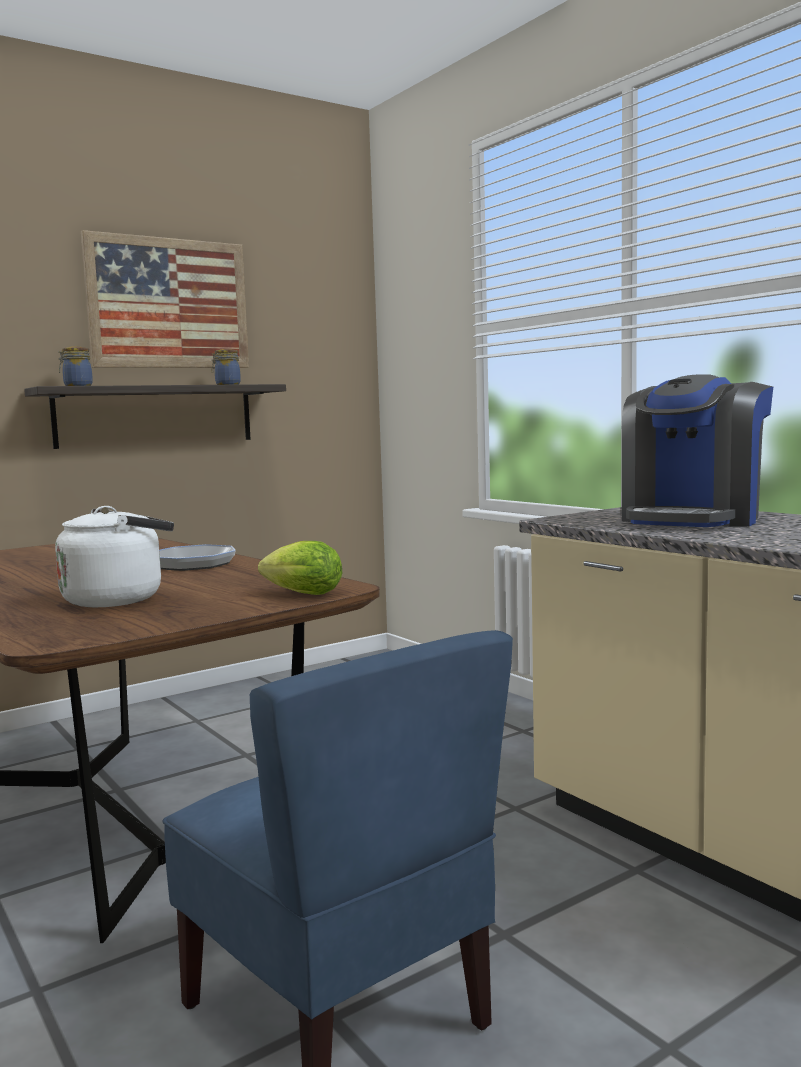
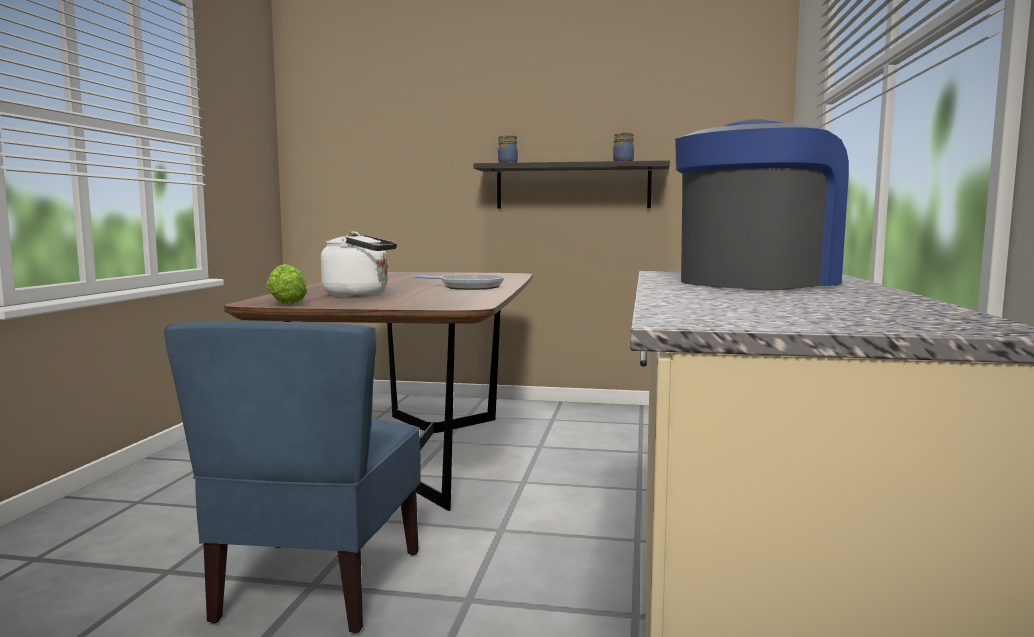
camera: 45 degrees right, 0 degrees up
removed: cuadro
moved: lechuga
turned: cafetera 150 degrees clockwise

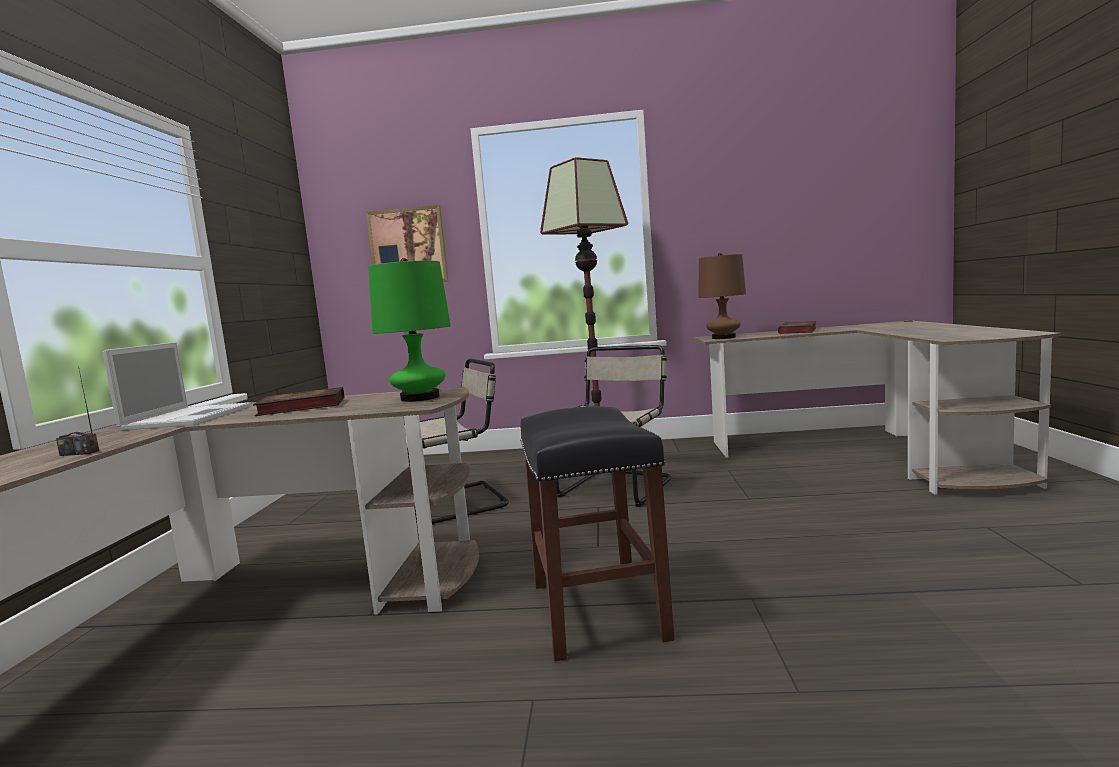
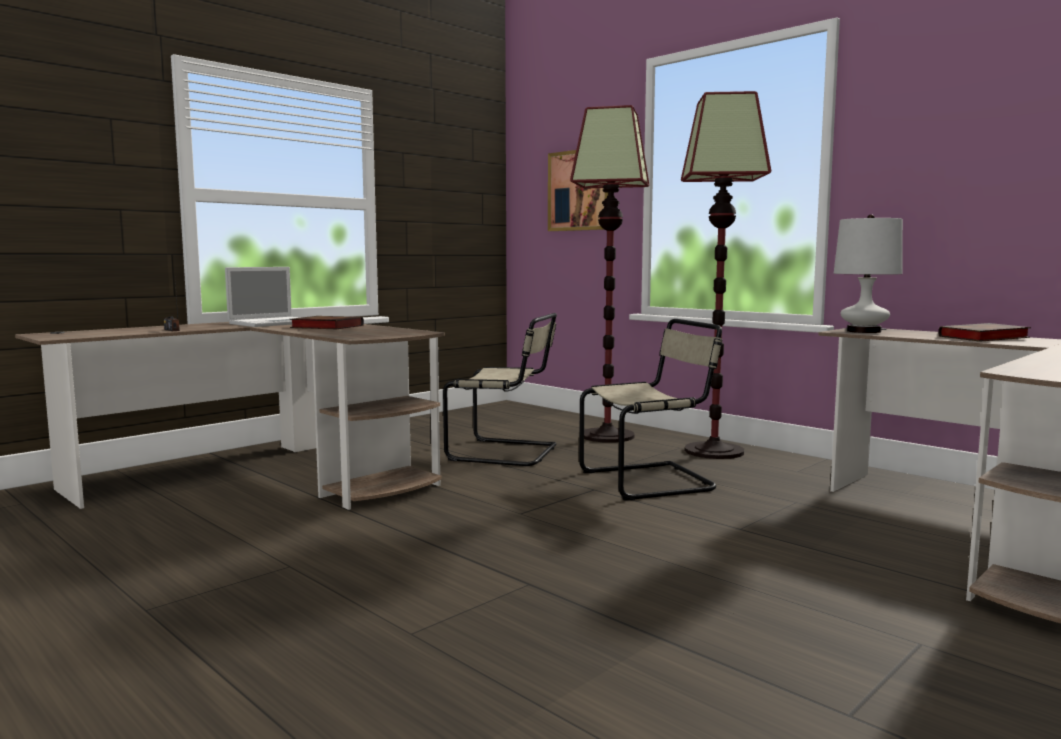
camera: 40 degrees right, 0 degrees up
removed: lámpara de mesa (verde); taburete (negro)
added: lámpara de pie (1st from left)
recoloured: lámpara de mesa (marrón) to lámpara de mesa (blanco)

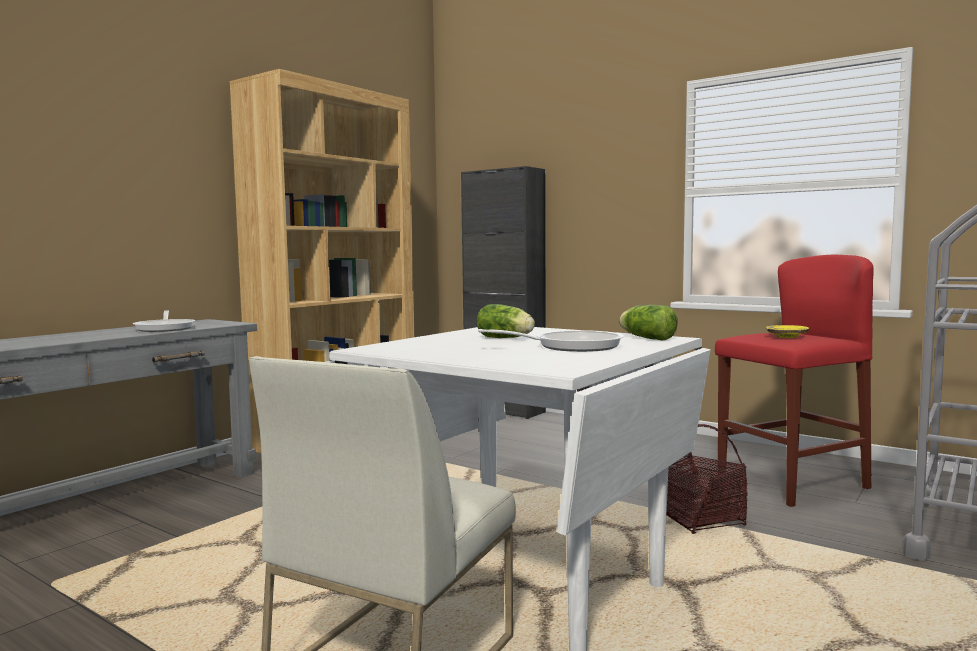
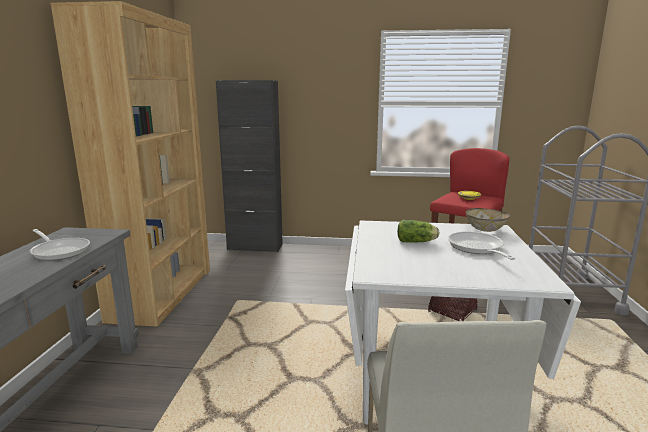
camera: 30 degrees left, 10 degrees up
replaced: lechuga (2nd from left) to cuenco
turned: sartén (2nd from left) 60 degrees counterclockwise

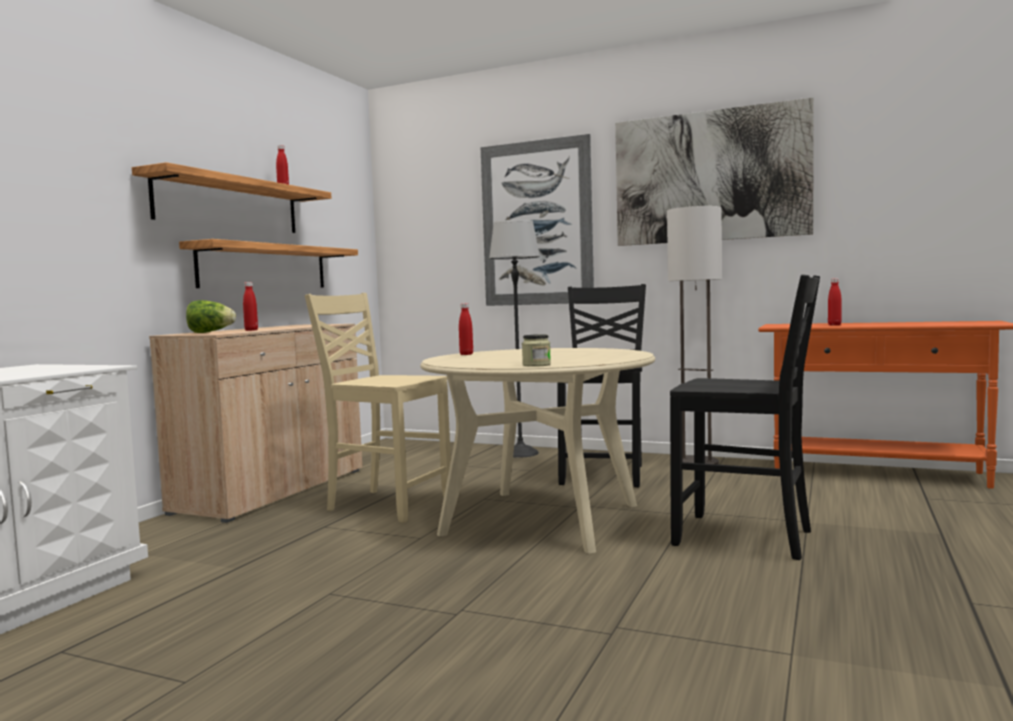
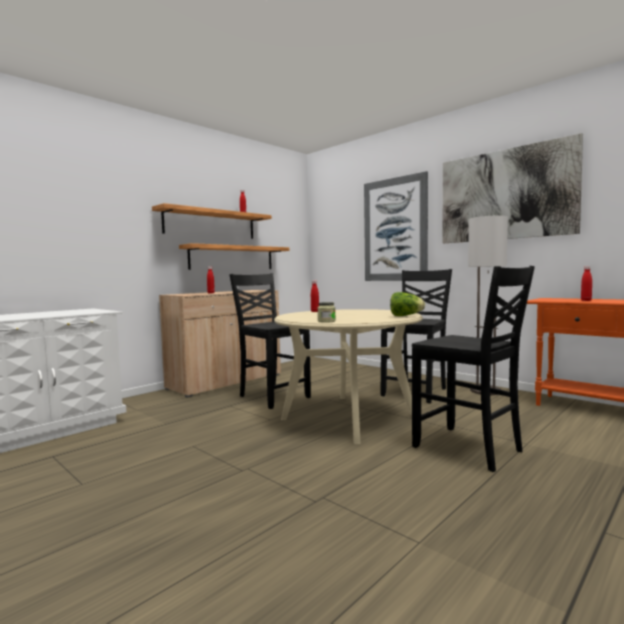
camera: 20 degrees right, 0 degrees up
removed: lámpara de pie (1st from left)
moved: lechuga
recoloured: silla (beis) to silla (negro) (1st from left)

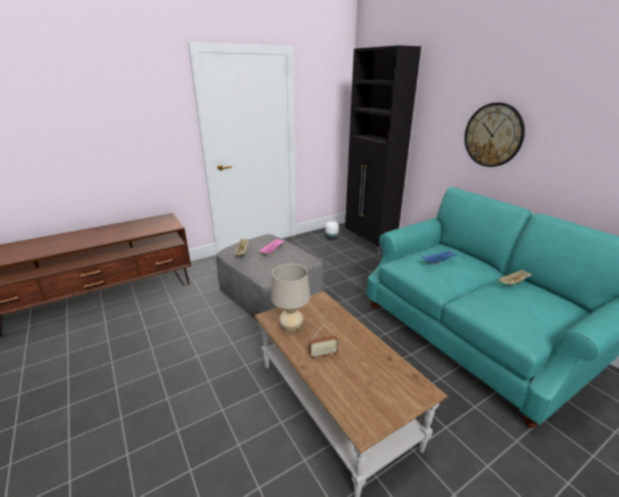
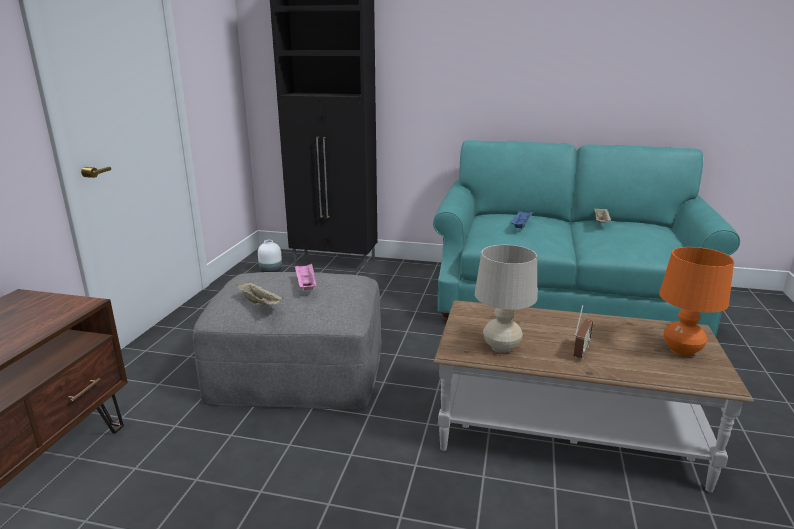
camera: 45 degrees left, 5 degrees down
removed: reloj de pared
added: lámpara de mesa (naranja)

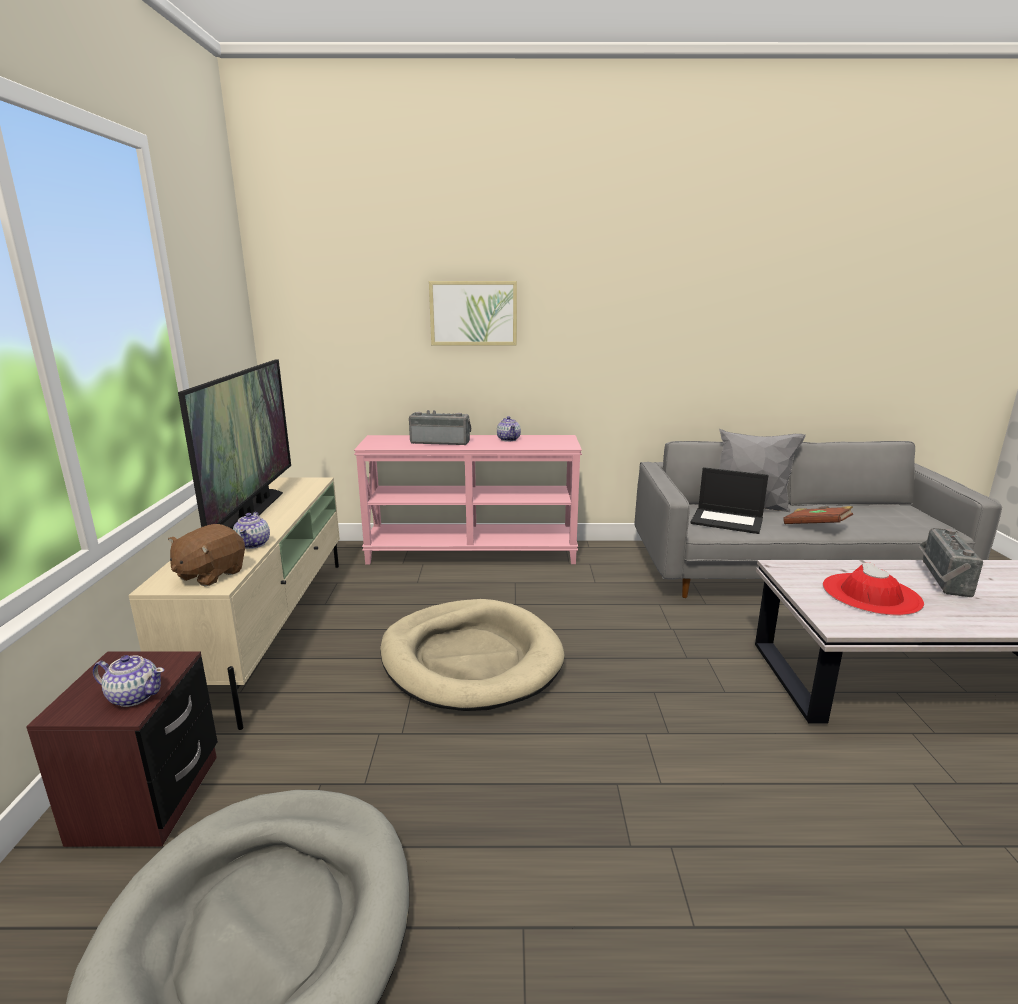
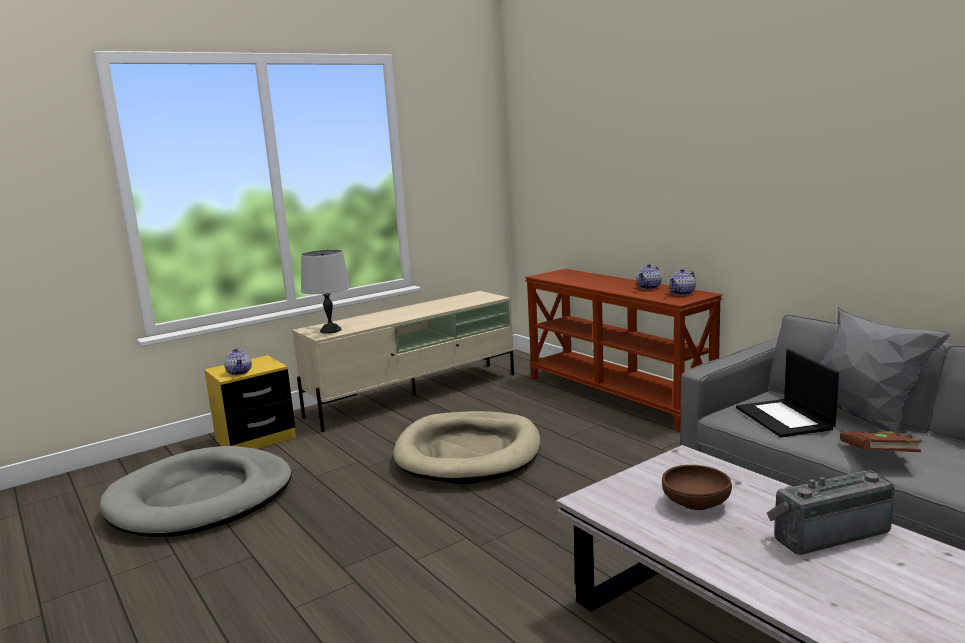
camera: 55 degrees right, 5 degrees down
removed: televisor; radio (1st from left); cuadro
moved: tetera (2nd from left in the first image) to tetera (3rd from left)
replaced: peluche (marrón) to lámpara de mesa (gris); sombrero (rojo) to cuenco (marrón)
recoloured: mesita de noche (marrón) to mesita de noche (amarillo); mesa consola (rosa) to mesa consola (marrón)

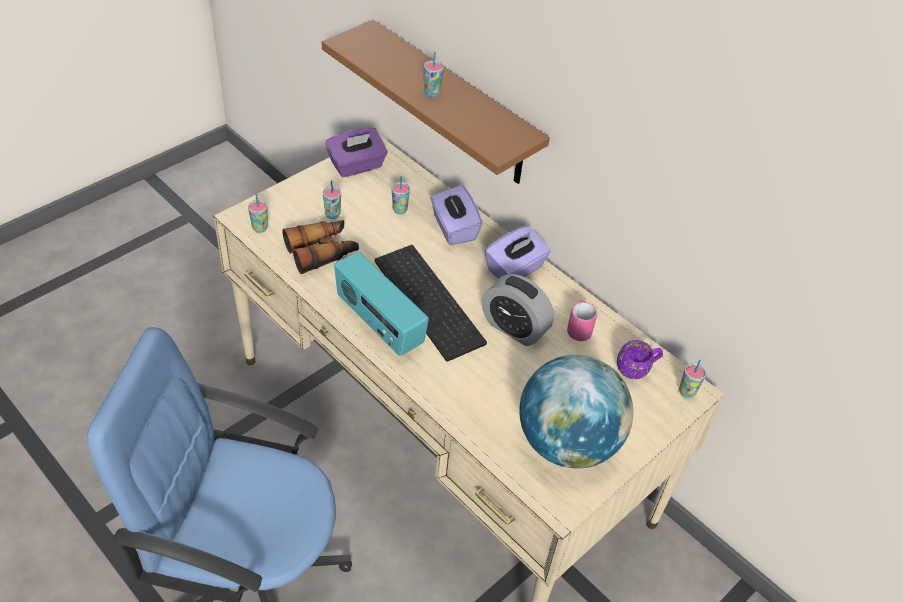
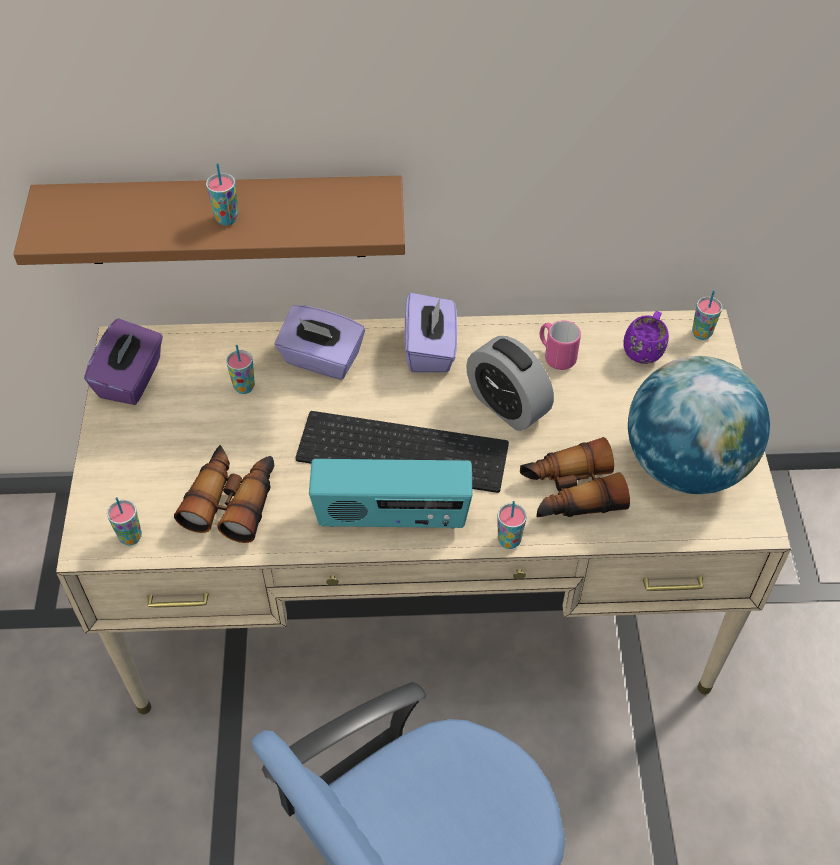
camera: 45 degrees left, 5 degrees up
added: prismáticos (2nd from left)
moved: taza (2nd from left in the first image) to taza (4th from left)
turned: despertador 60 degrees clockwise

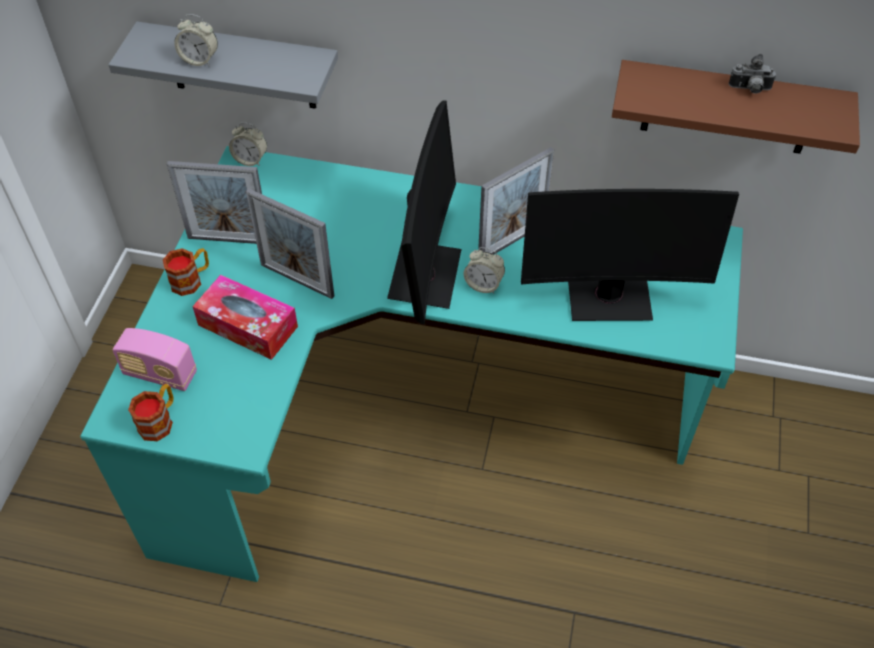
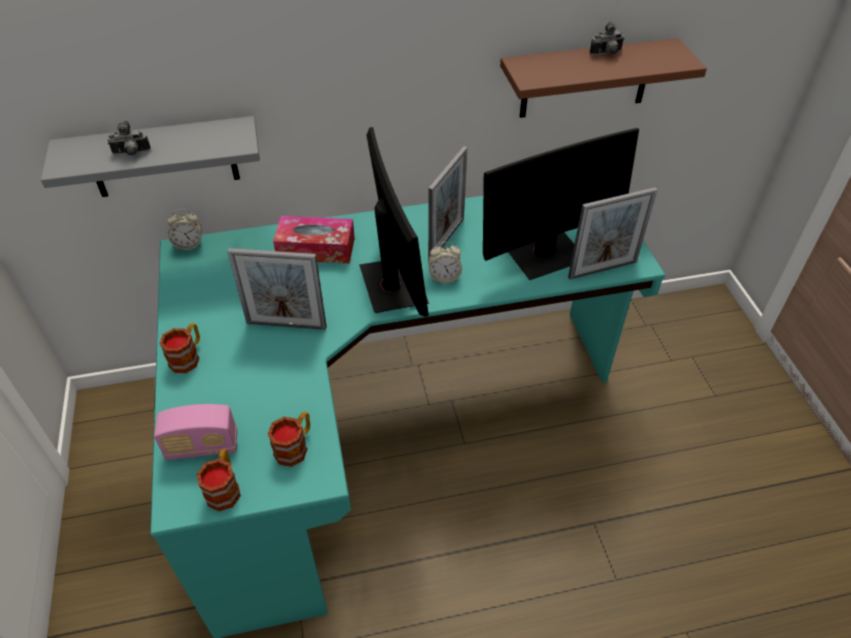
camera: 25 degrees left, 5 degrees down
added: taza grande (3rd from left)
moved: portarretratos (1st from left in the first image) to portarretratos (3rd from left); caja de pañuelos
replaced: despertador (1st from left) to cámara (1st from left)

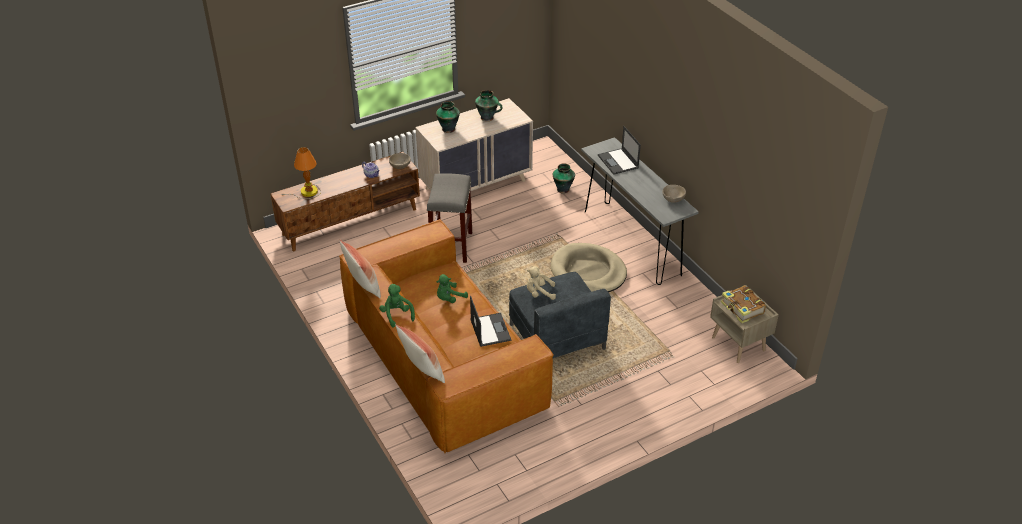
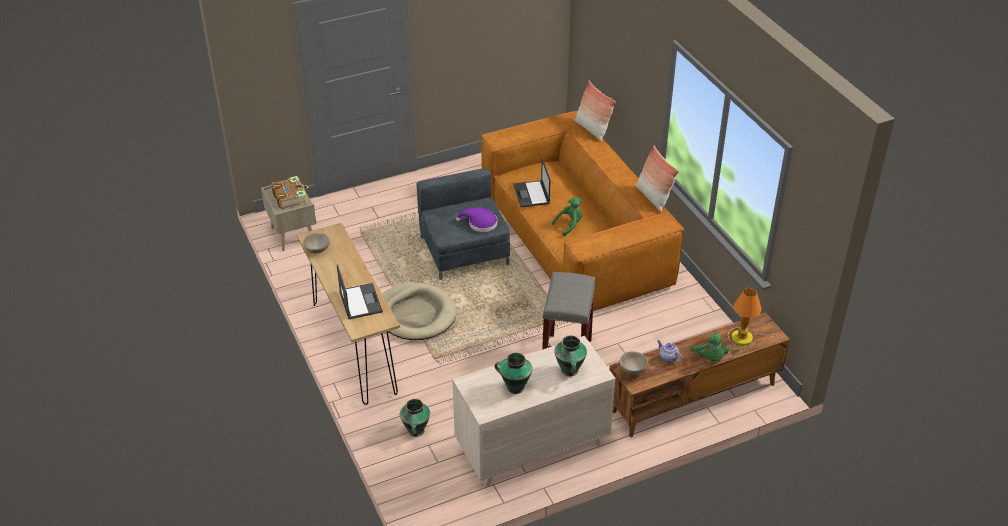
camera: 175 degrees left, 0 degrees up
moved: peluche (verde) (1st from left in the first image) to peluche (verde) (2nd from left)
replaced: peluche (beis) to sombrero (morado)
recoloured: mesa consola (gris) to mesa consola (marrón)

